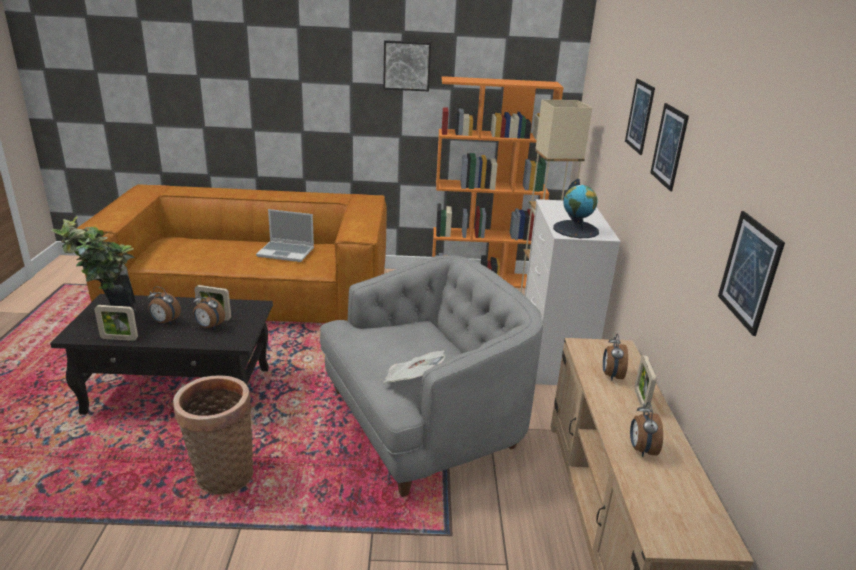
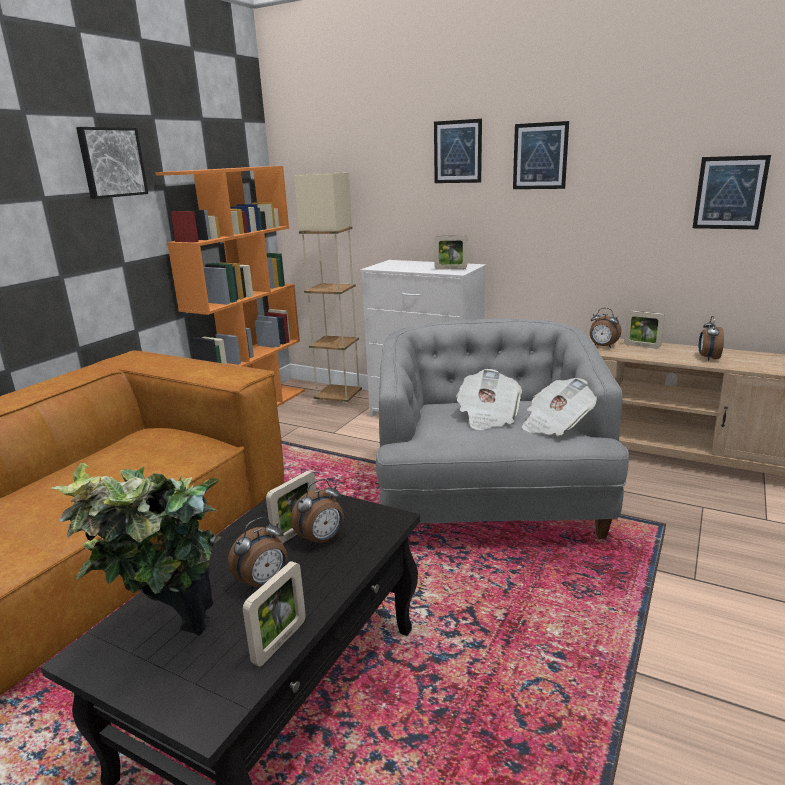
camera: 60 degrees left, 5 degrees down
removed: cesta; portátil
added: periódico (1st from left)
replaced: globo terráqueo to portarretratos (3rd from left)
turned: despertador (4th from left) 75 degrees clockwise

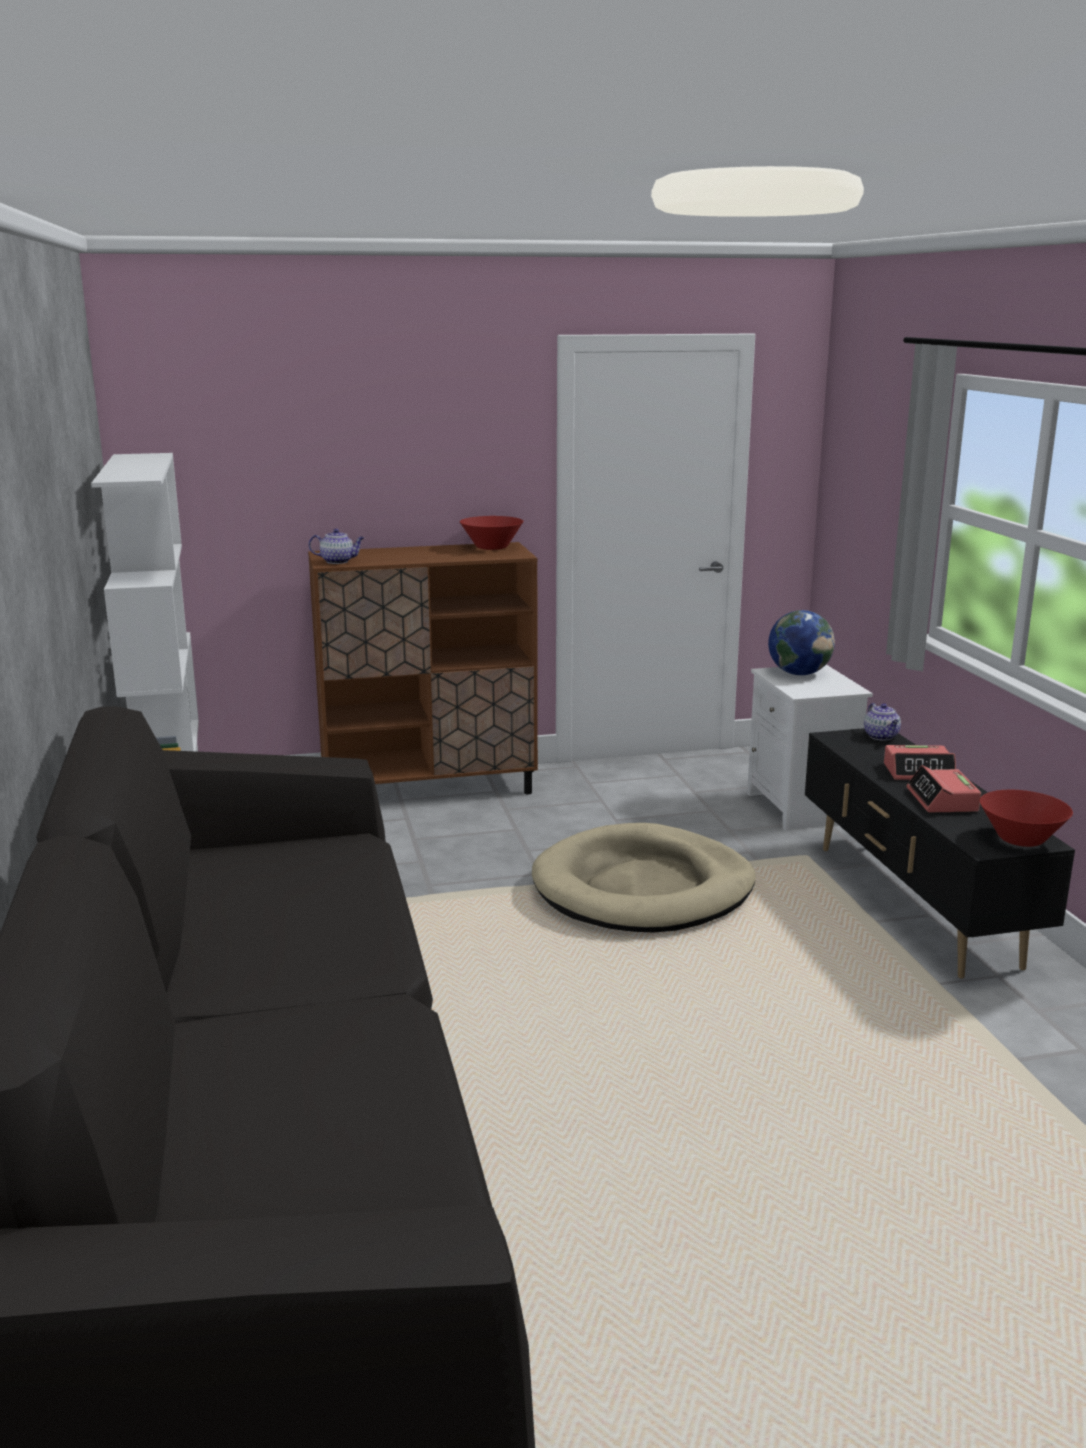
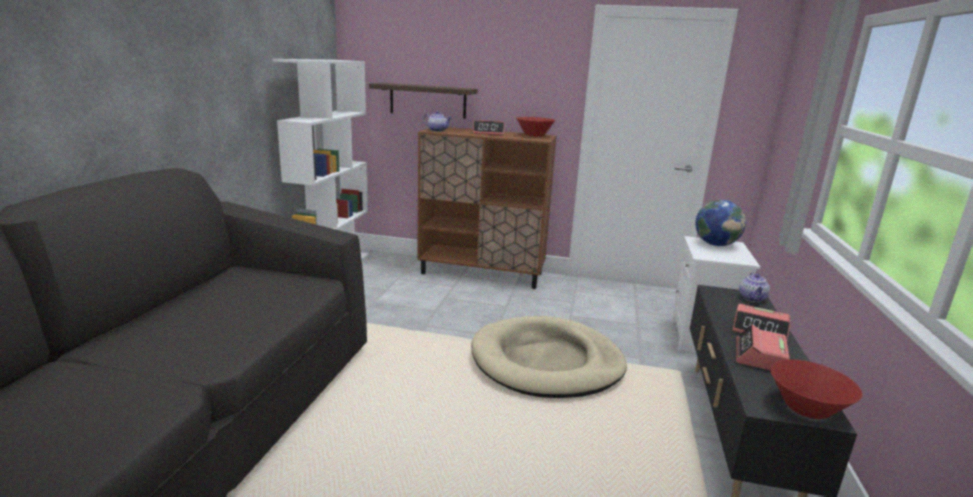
camera: 25 degrees right, 0 degrees up
added: estante; despertador (1st from left)

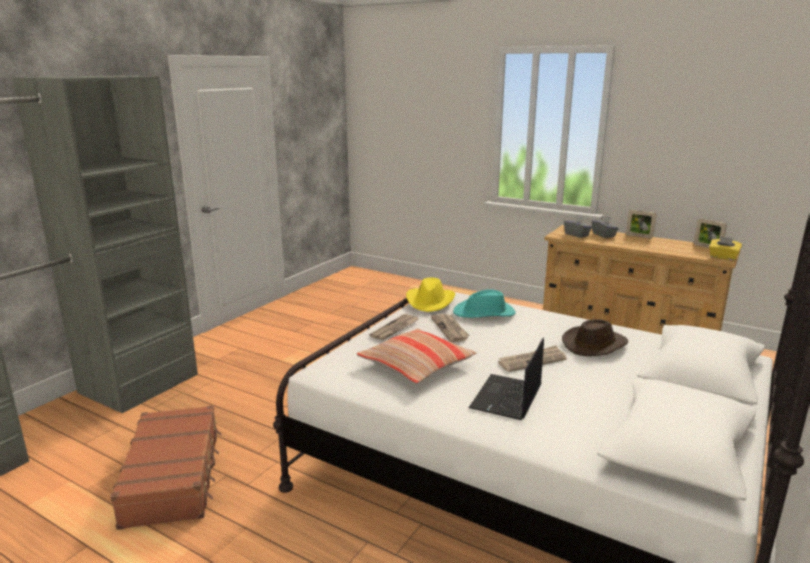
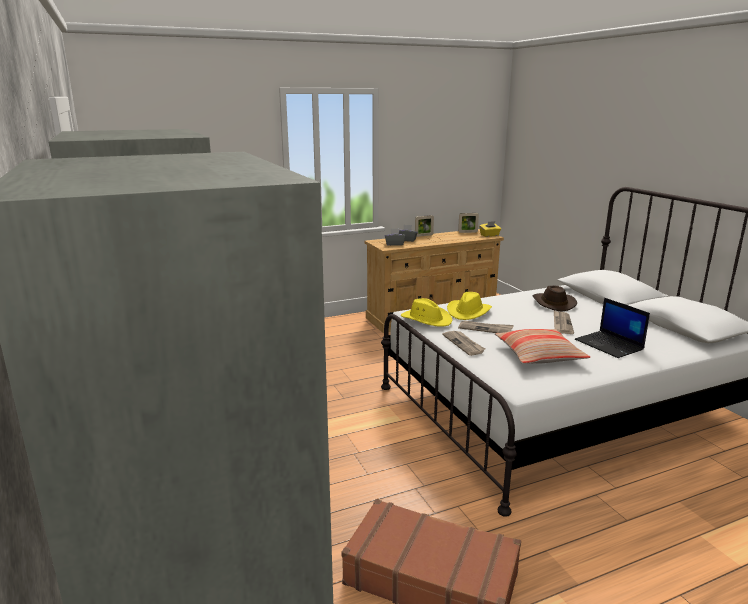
camera: 55 degrees left, 0 degrees up
recoloured: sombrero (turquesa) to sombrero (amarillo) (2nd from left)

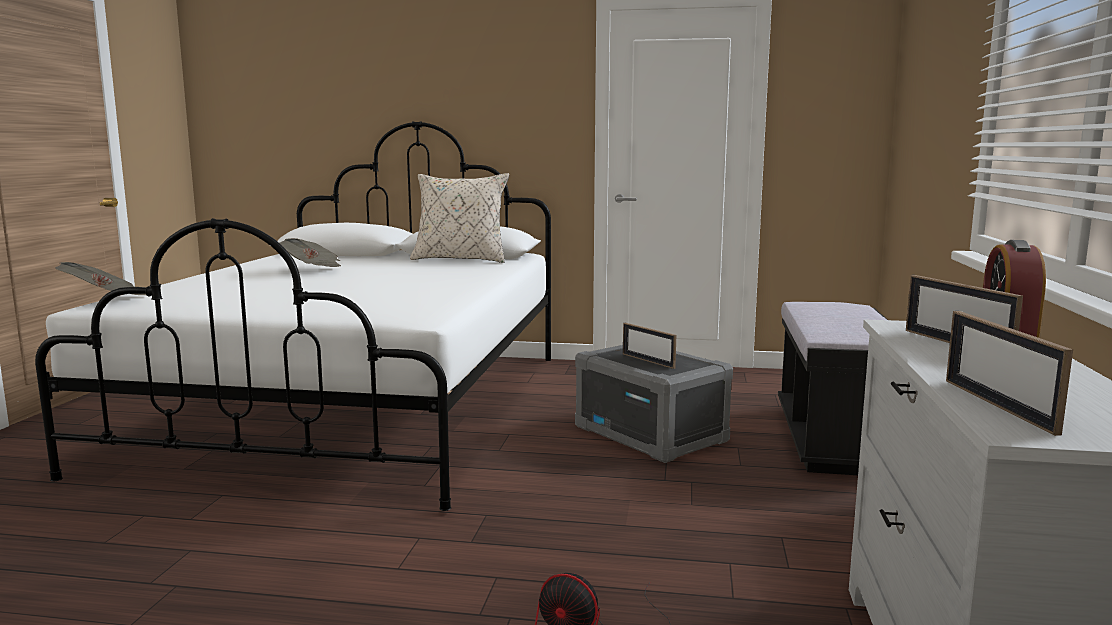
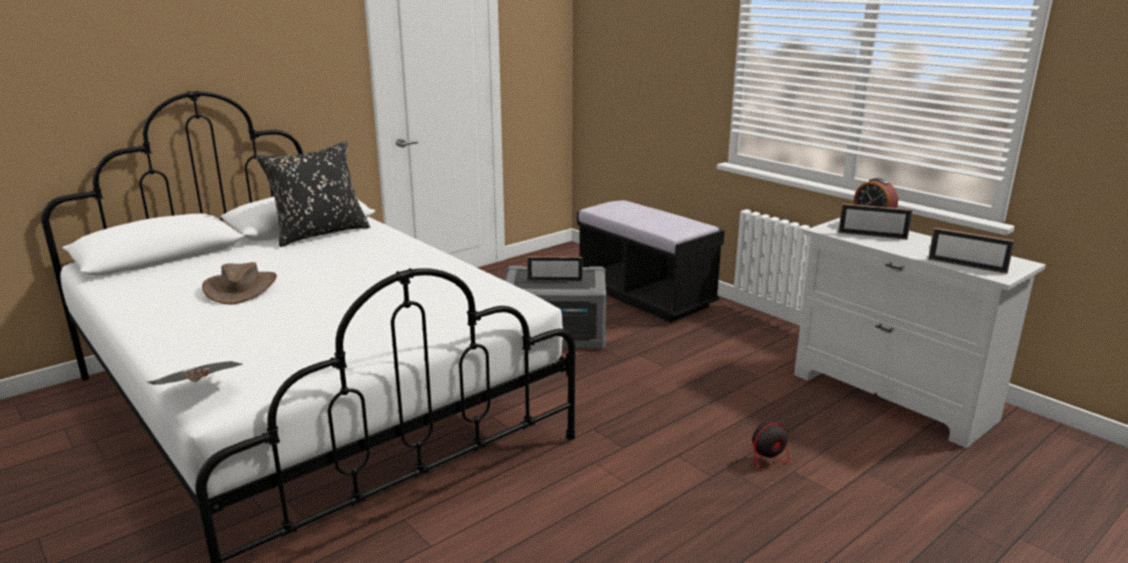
camera: 50 degrees left, 10 degrees up
replaced: periódico (2nd from left) to sombrero (marrón)
recoloured: cojín (beis) to cojín (negro)

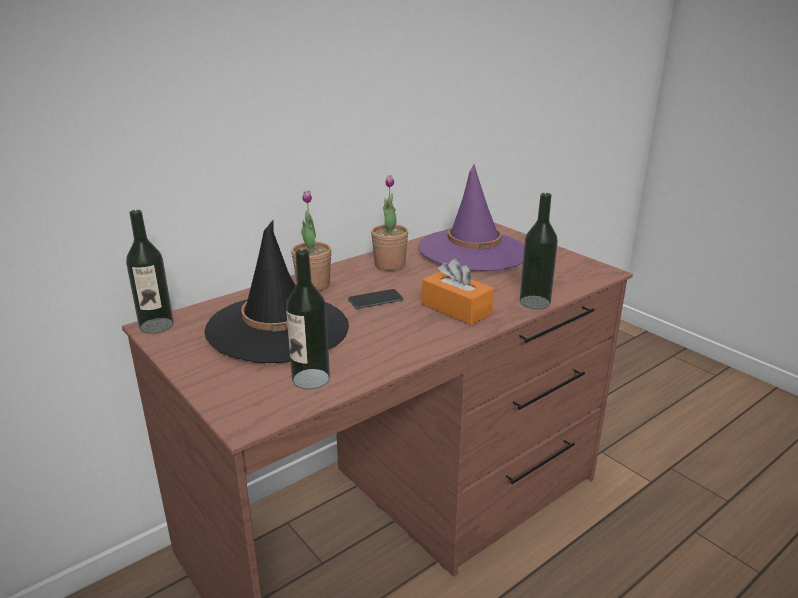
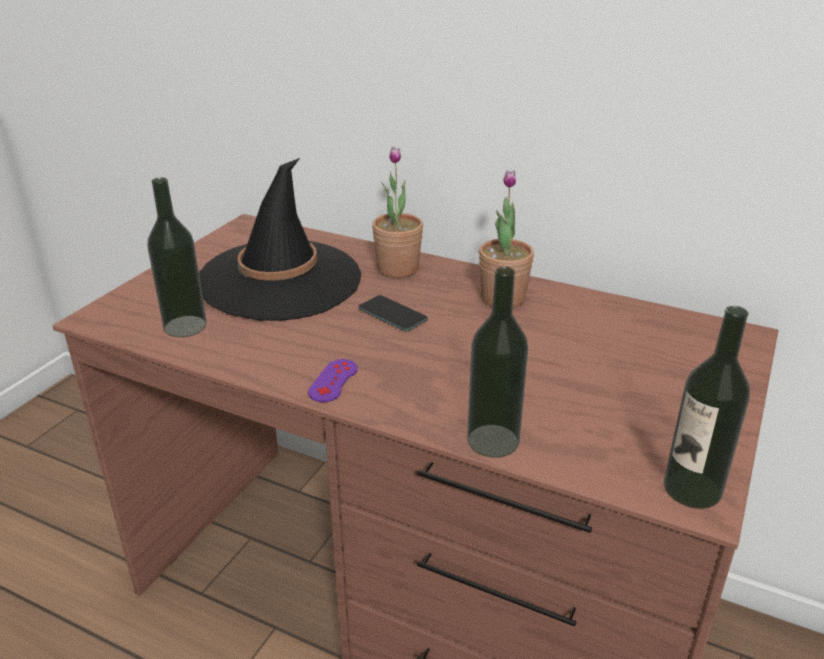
camera: 65 degrees right, 5 degrees up
removed: sombrero (morado); caja de pañuelos (naranja)
added: mando de consola (morado)
moved: botella (1st from left in the first image) to botella (3rd from left)

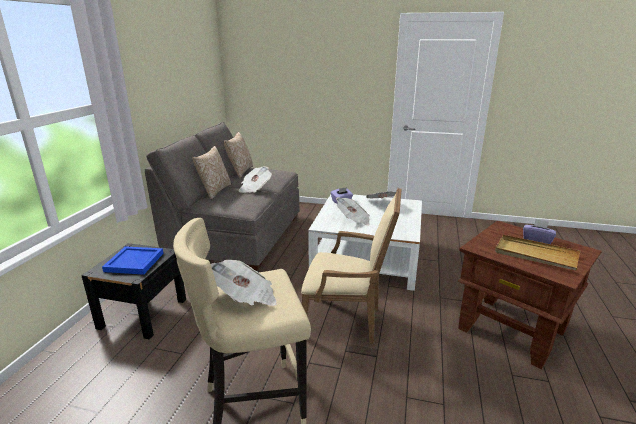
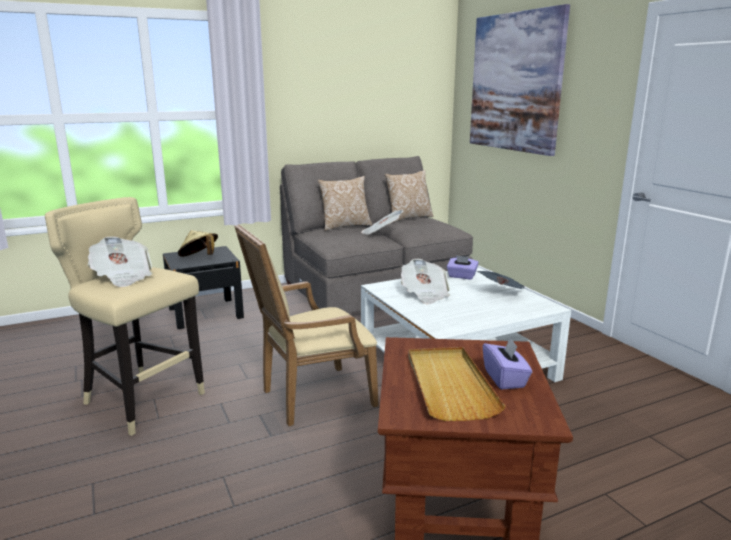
camera: 50 degrees right, 5 degrees down
added: cuadro
replaced: bandeja (azul) to sombrero (beis)
turned: sillón (beis) 90 degrees clockwise

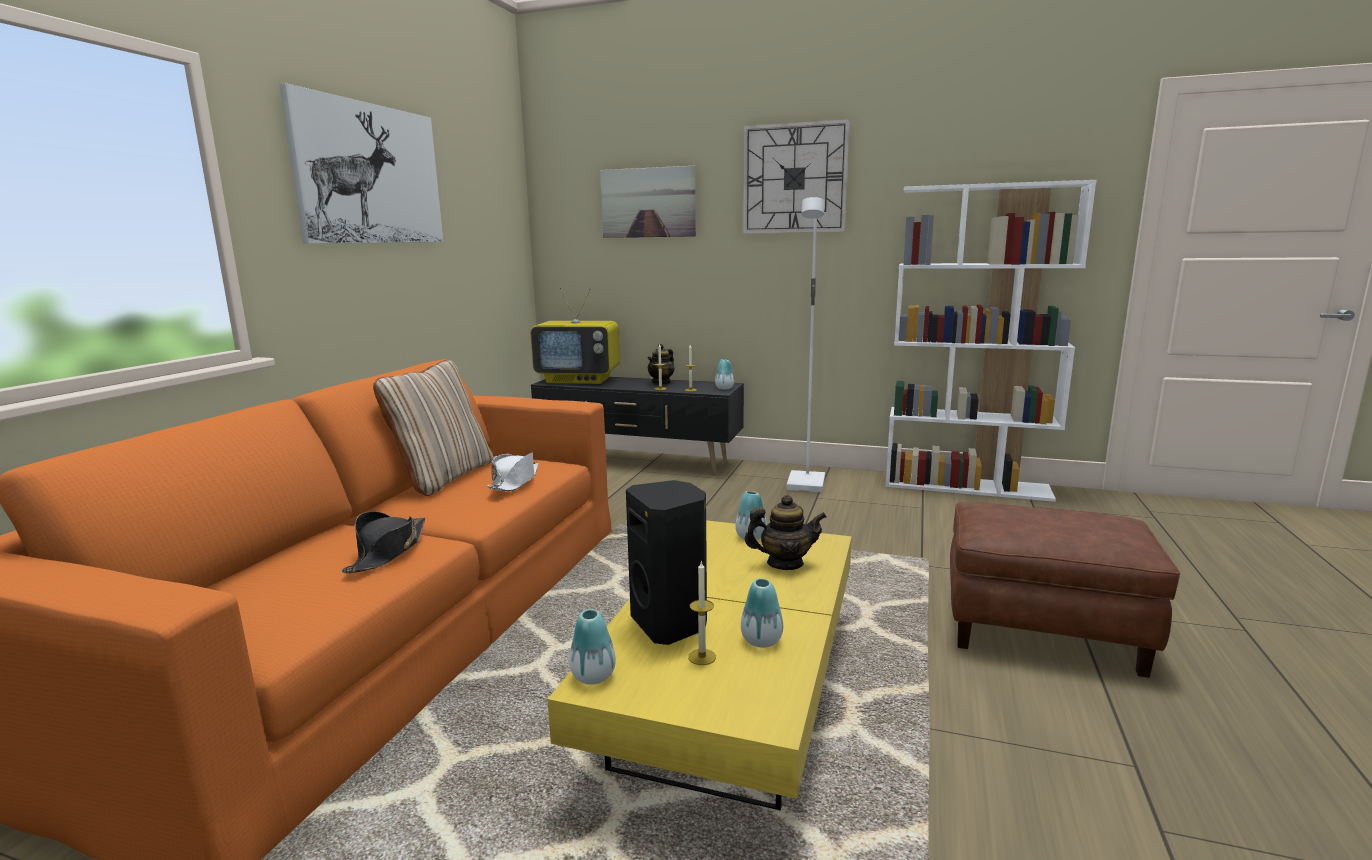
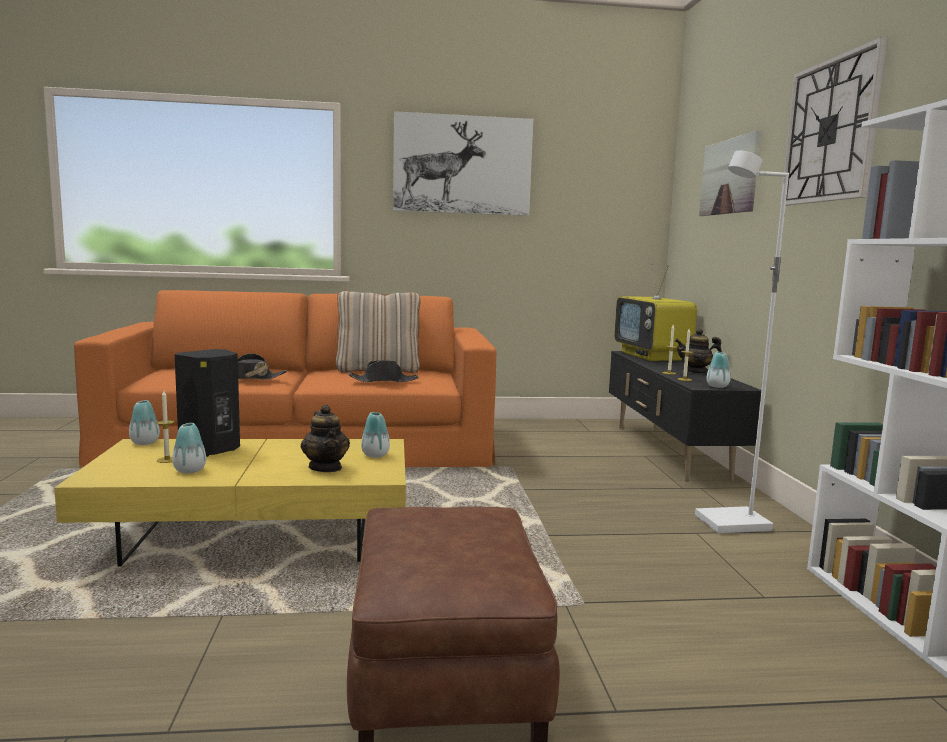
camera: 65 degrees right, 5 degrees down
recoloured: sombrero (blanco) to sombrero (negro) (2nd from left)

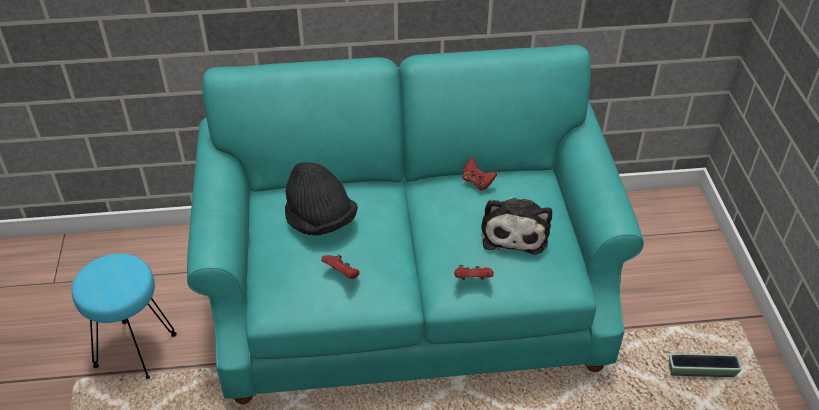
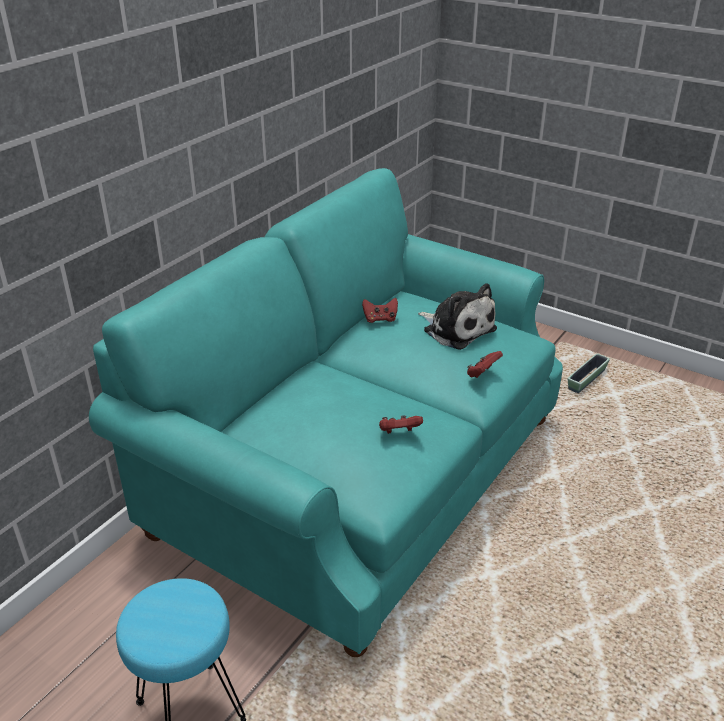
camera: 50 degrees left, 10 degrees down
removed: sombrero (negro)

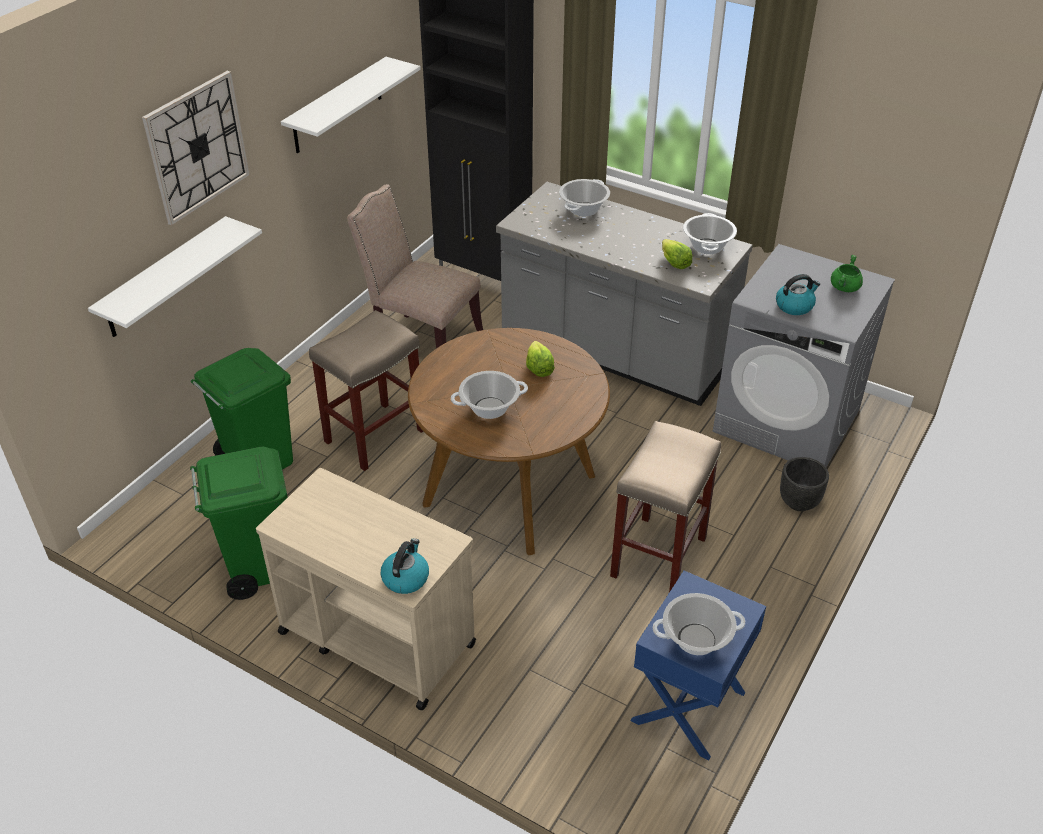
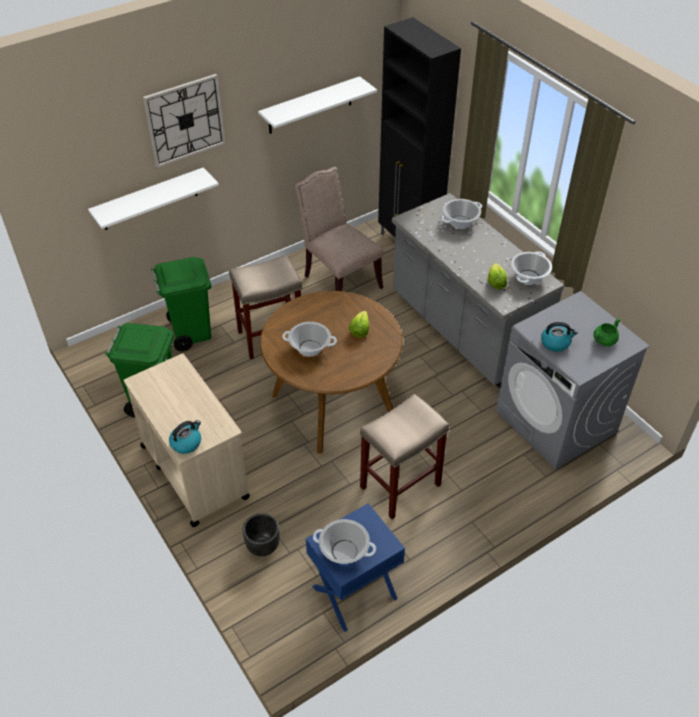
camera: 25 degrees right, 5 degrees up
moved: maceta (negro)

